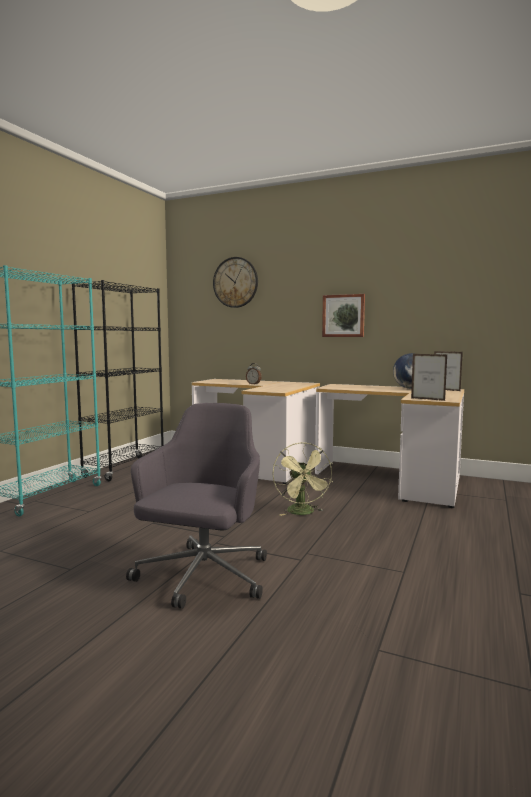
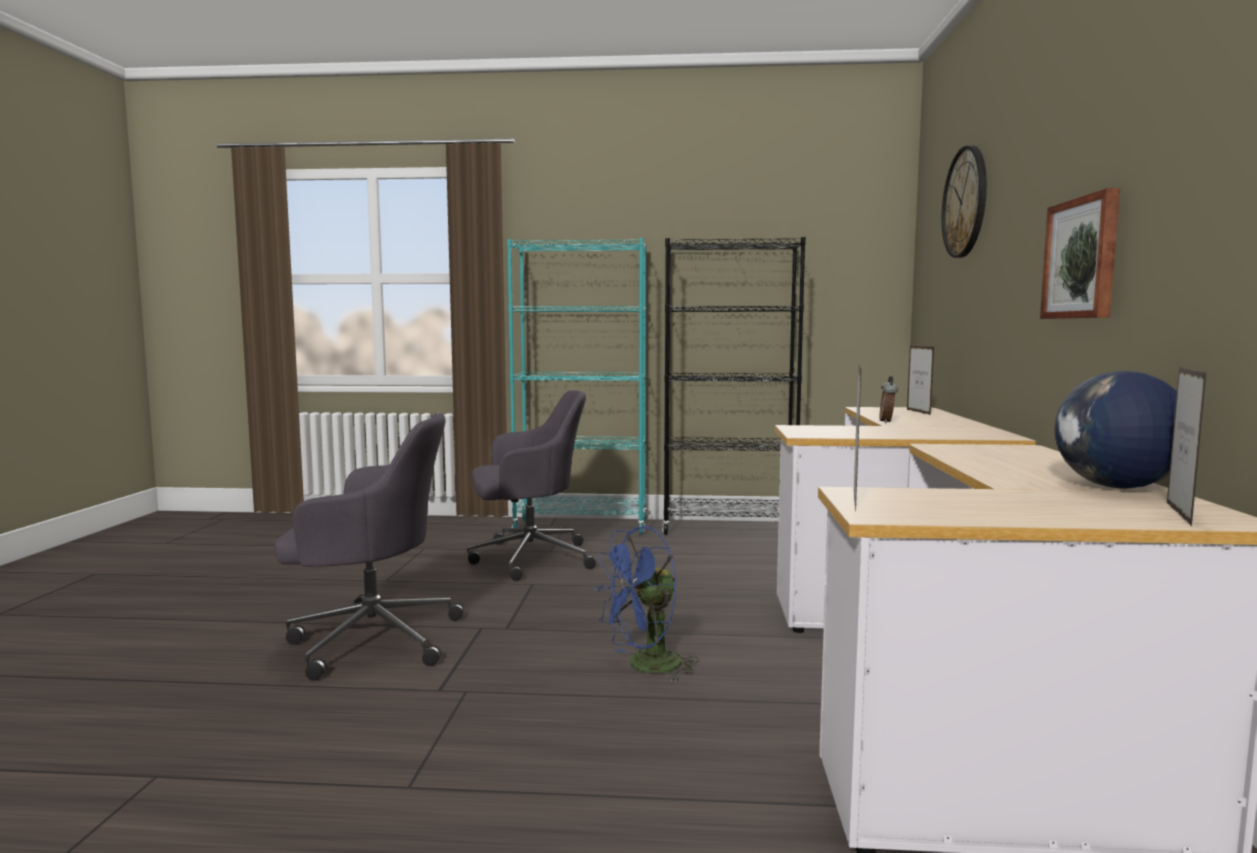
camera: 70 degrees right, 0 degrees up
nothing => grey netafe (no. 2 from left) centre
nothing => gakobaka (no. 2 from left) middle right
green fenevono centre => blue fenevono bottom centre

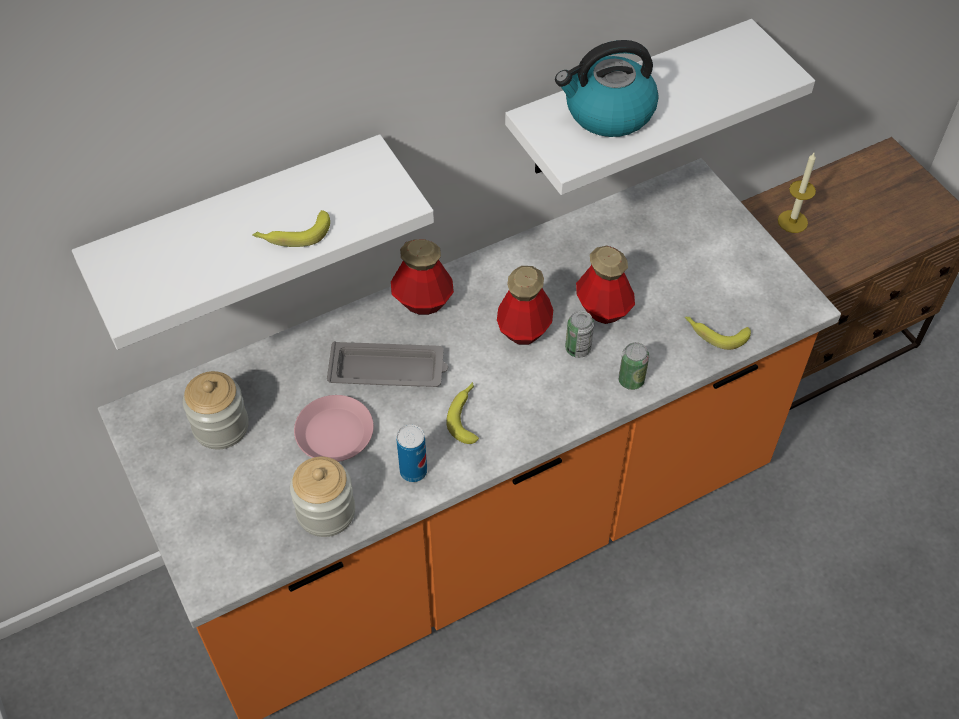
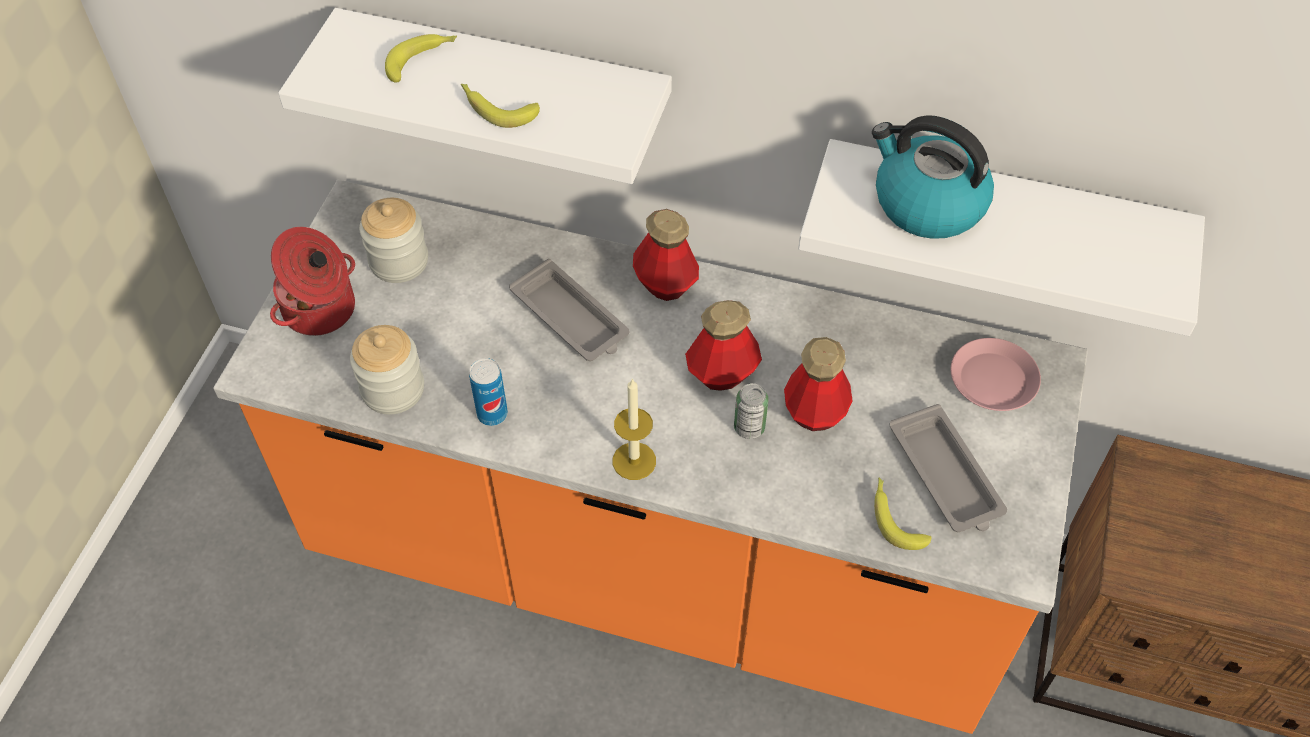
camera: 45 degrees right, 0 degrees up
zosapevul (no. 3 from left) centre => nothing
nothing => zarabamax middle left
nothing => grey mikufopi (no. 2 from left) middle right
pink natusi centre => pink natusi middle right, shifted
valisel (no. 2 from left in the first image) centre => valisel (no. 1 from left) top left, shifted
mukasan top right => mukasan centre, shifted

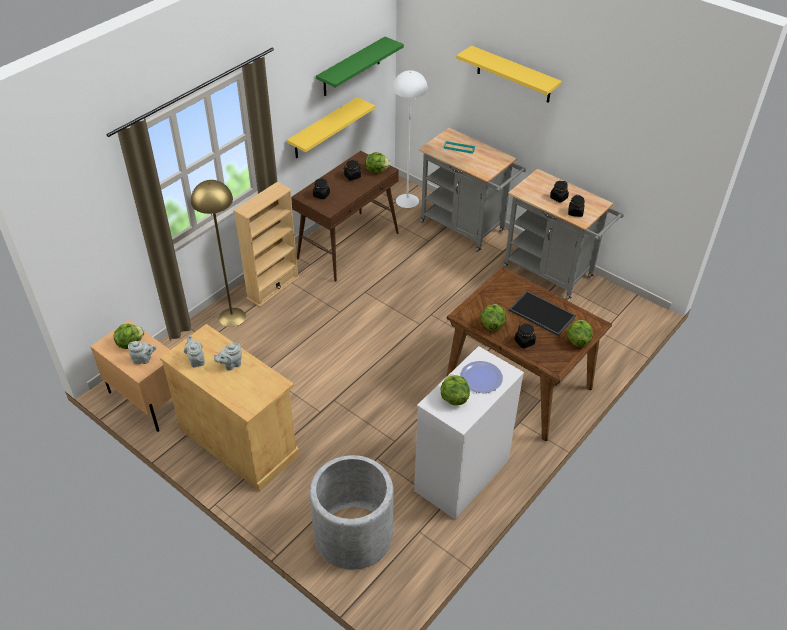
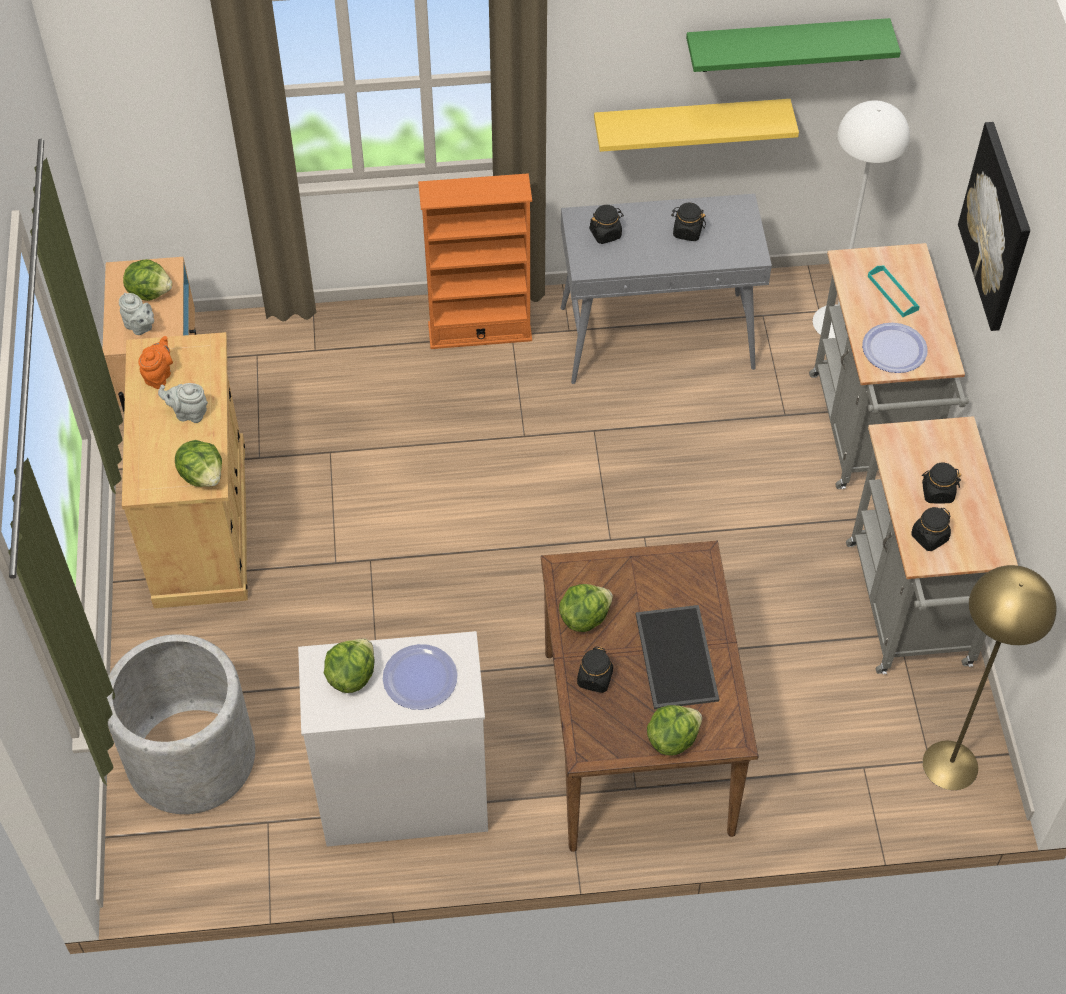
camera: 45 degrees right, 10 degrees up
nothing => natusi (no. 2 from left) middle right
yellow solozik middle left => yellow solozik bottom right, shifted
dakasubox (no. 2 from left) top centre => dakasubox (no. 2 from left) middle left, shifted
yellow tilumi (no. 2 from left) top centre => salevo top right
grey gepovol (no. 2 from left) middle left => orange gepovol middle left
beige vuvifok centre => orange vuvifok top centre
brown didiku centre => grey didiku top centre

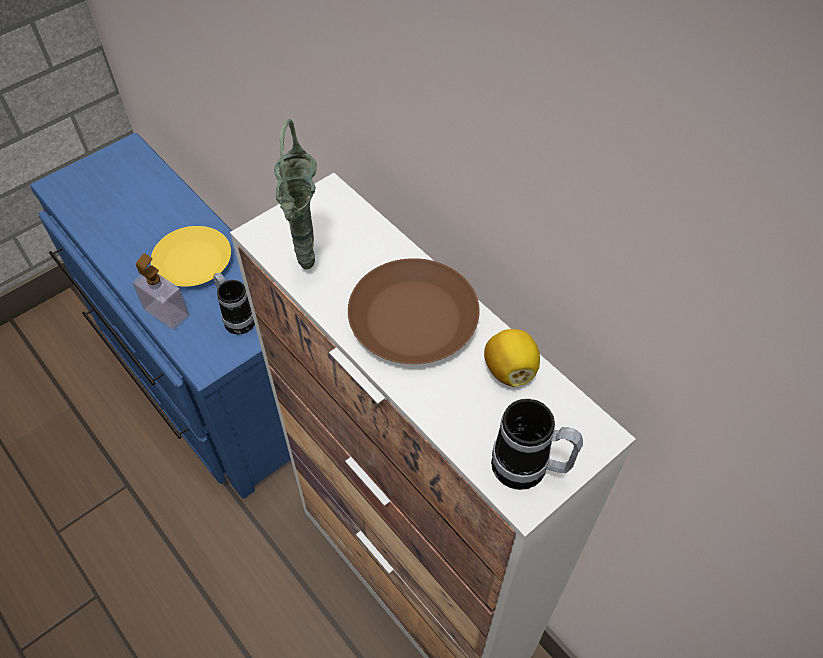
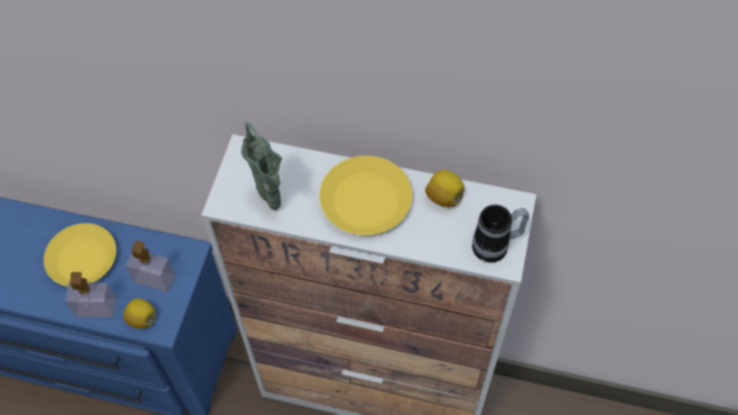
camera: 35 degrees left, 5 degrees up
nothing => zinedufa (no. 1 from left) bottom left
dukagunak (no. 1 from left) middle left => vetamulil (no. 2 from left) middle left
brown natusi centre => yellow natusi (no. 2 from left) centre

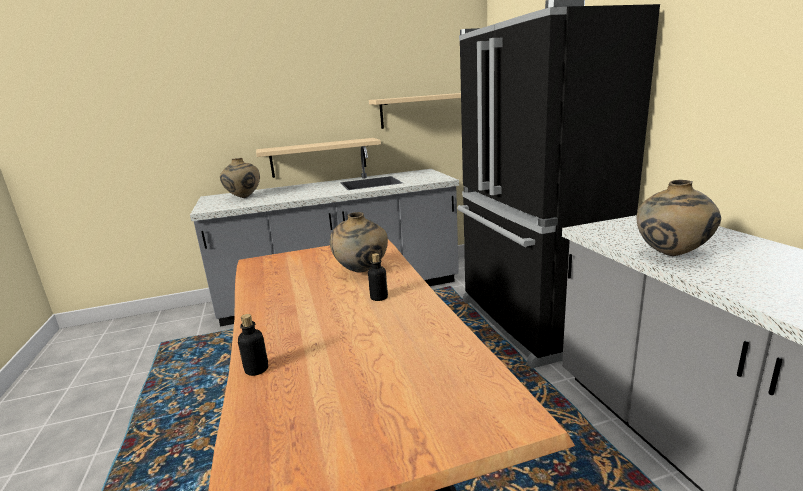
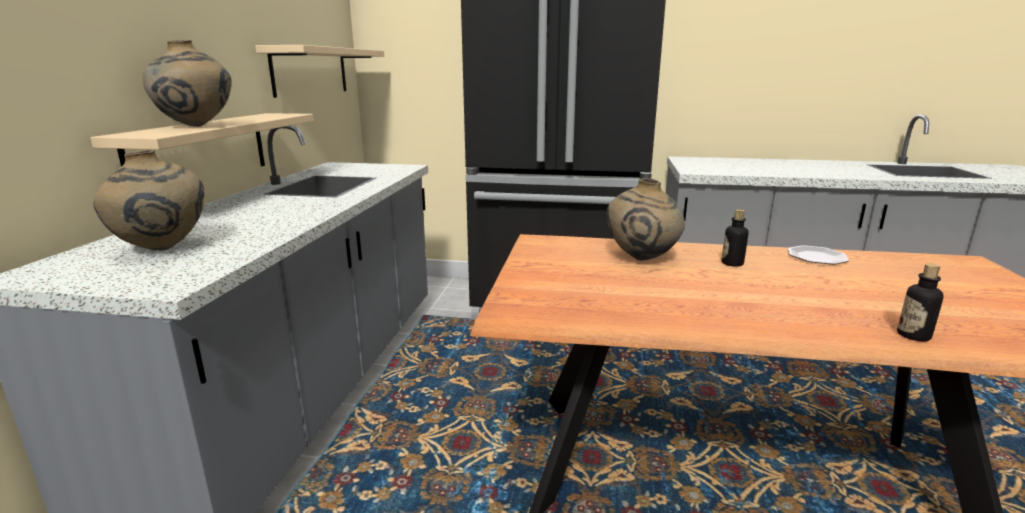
camera: 65 degrees left, 0 degrees up
nothing => natusi middle right
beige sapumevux (no. 3 from left in the first image) middle right => beige sapumevux (no. 2 from left) top left, shifted

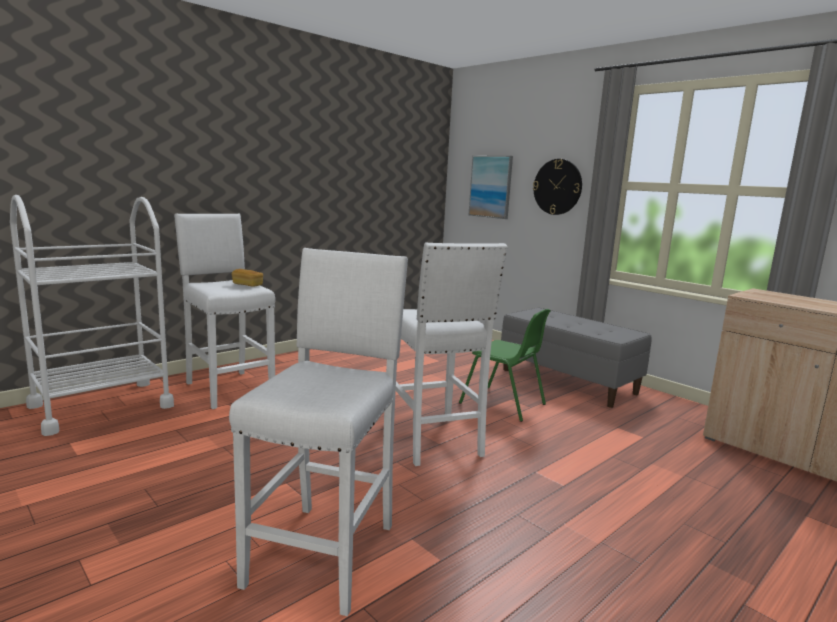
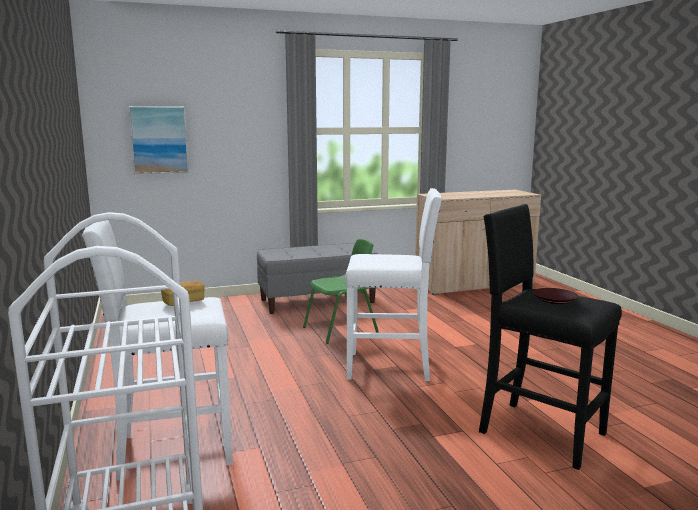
camera: 65 degrees left, 0 degrees up
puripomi top centre => nothing
nothing => brown natusi middle right
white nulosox (no. 2 from left) bottom centre => black nulosox middle right

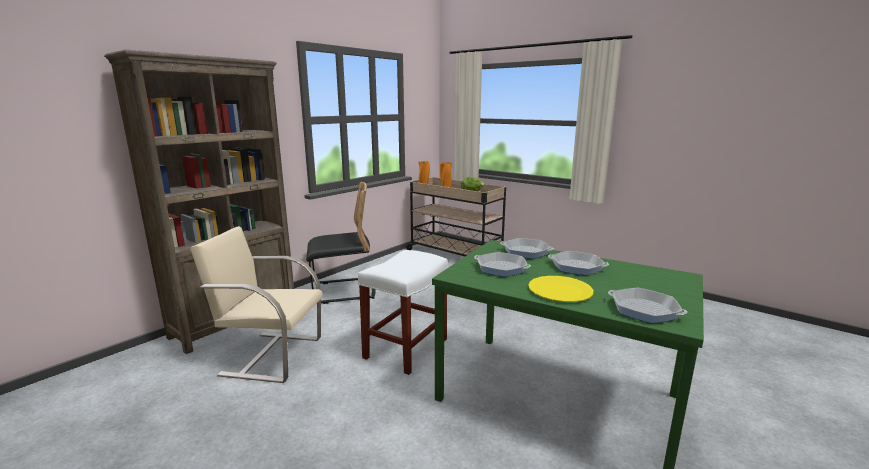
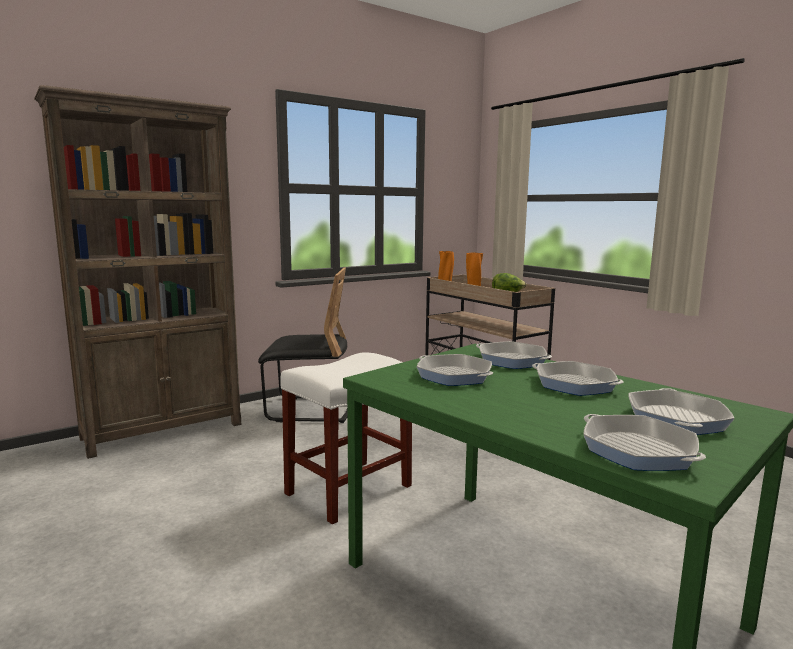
camera: 15 degrees right, 5 degrees down
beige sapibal middle left => nothing
yellow natusi centre => nothing
nothing => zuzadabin (no. 5 from left) middle right

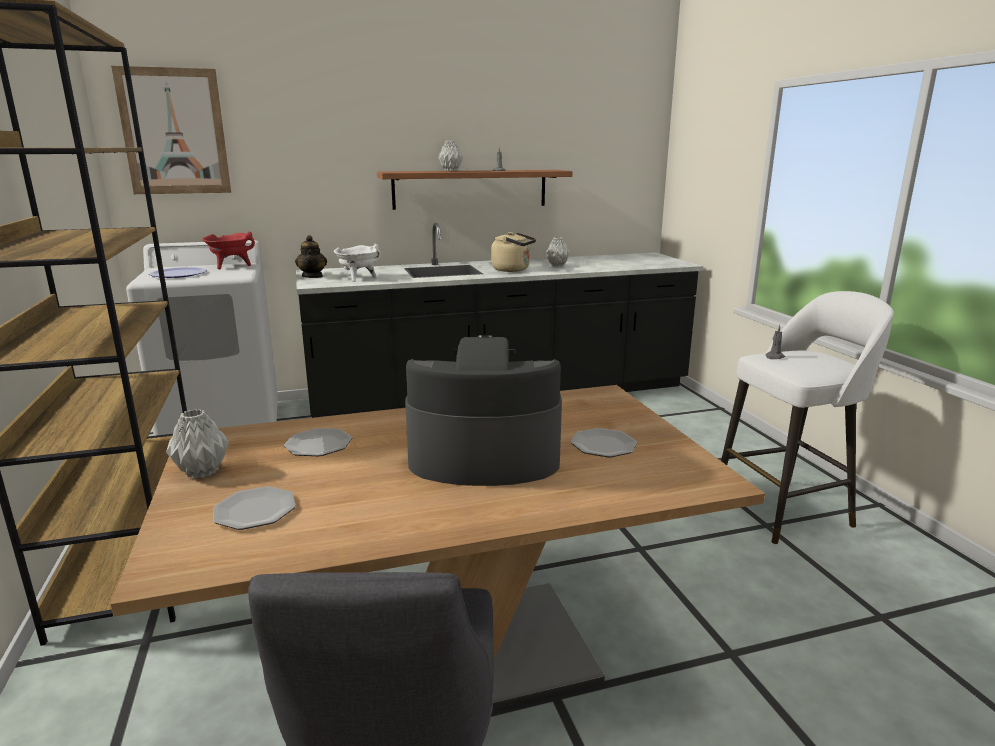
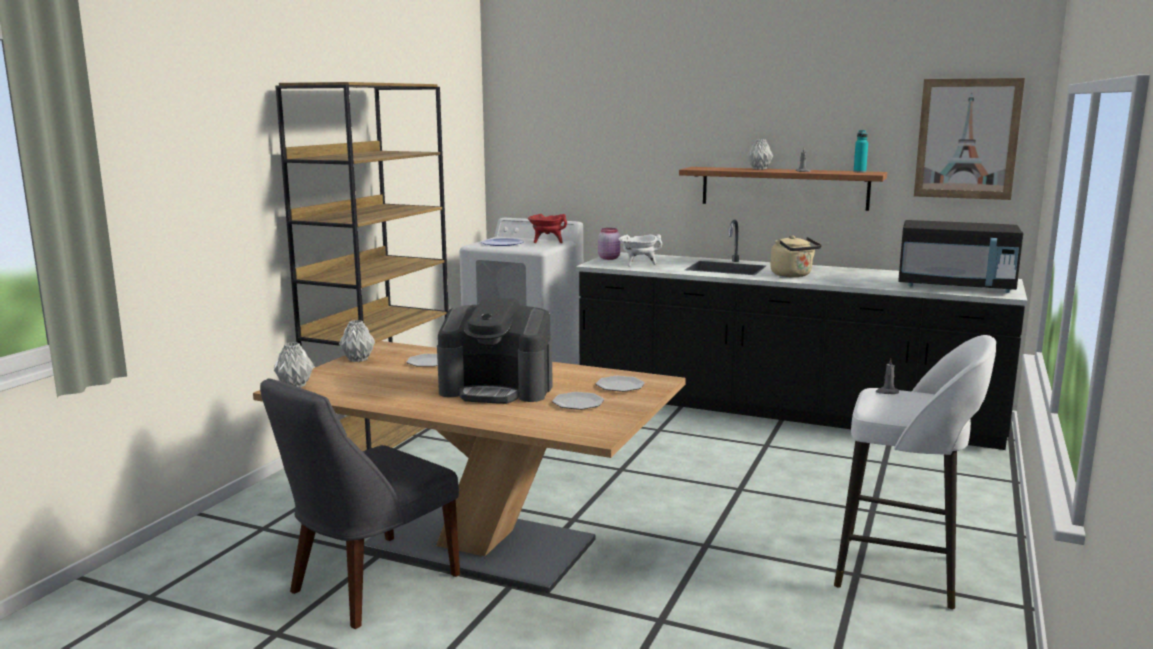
camera: 40 degrees right, 5 degrees down
nothing => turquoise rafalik top right
nothing => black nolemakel middle right
salevo top left => salevo top right, shifted
natusi (no. 2 from left in the first image) bottom left => natusi (no. 4 from left) centre, shifted
grey sapumevux (no. 3 from left in the first image) centre => grey sapumevux (no. 1 from left) middle left, shifted
gepovol middle left => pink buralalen centre
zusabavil centre, 150 degrees clockwise

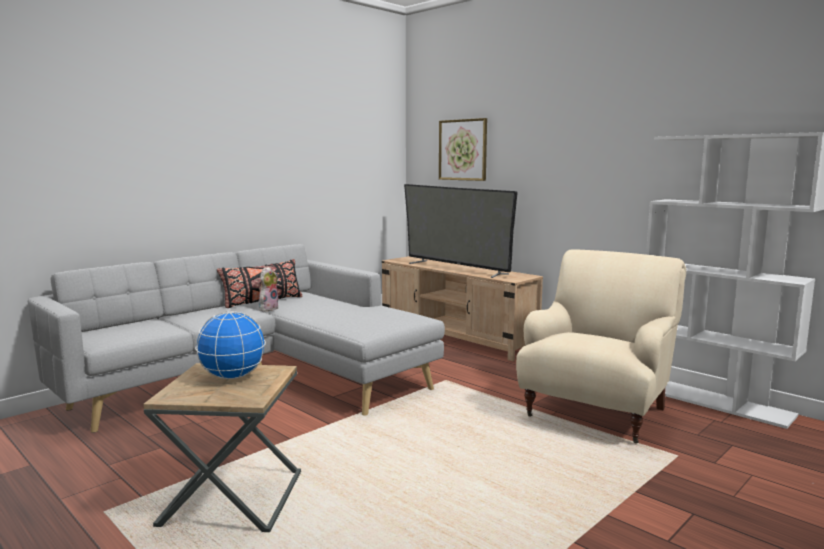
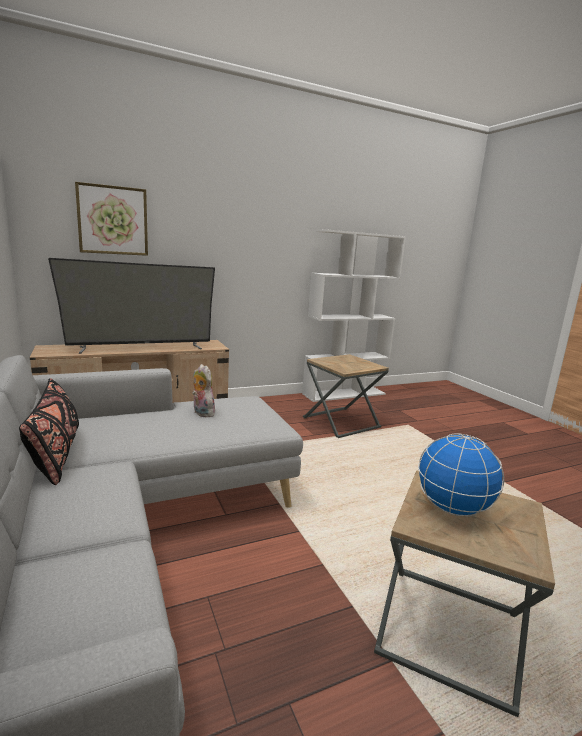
camera: 70 degrees left, 5 degrees up
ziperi middle left => ziperi centre, shifted
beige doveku middle right => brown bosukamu (no. 1 from left) centre

